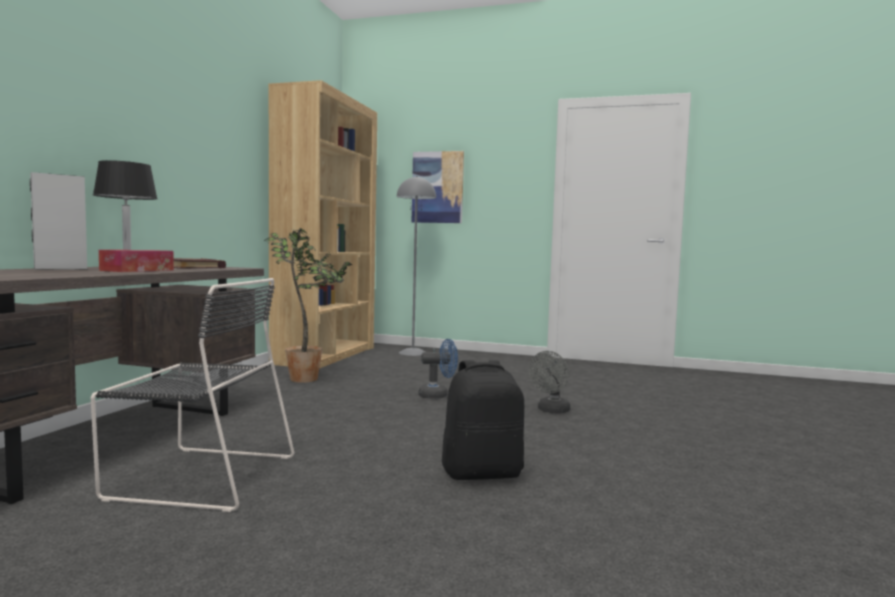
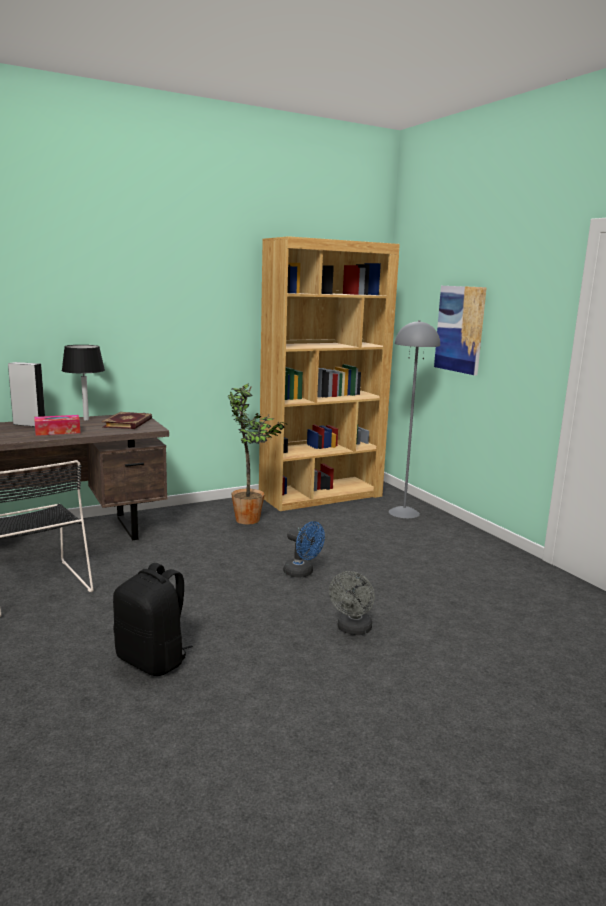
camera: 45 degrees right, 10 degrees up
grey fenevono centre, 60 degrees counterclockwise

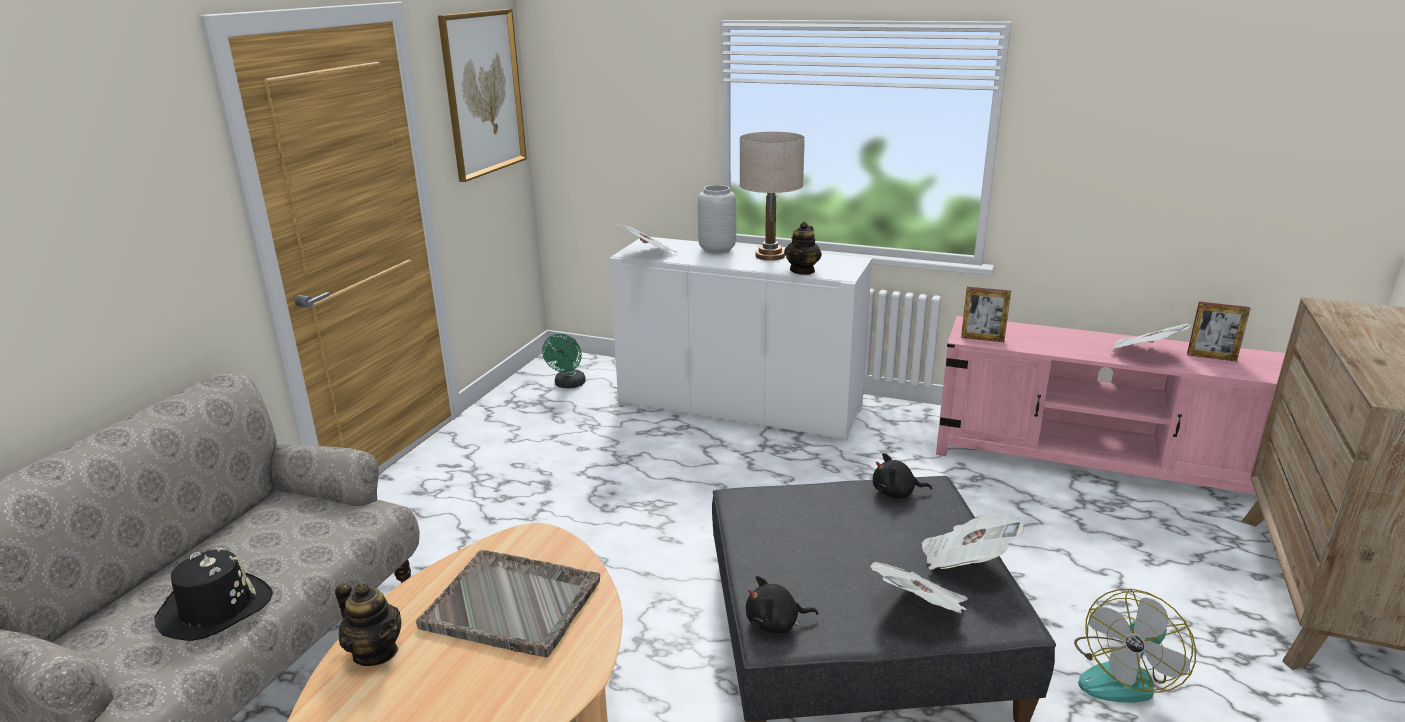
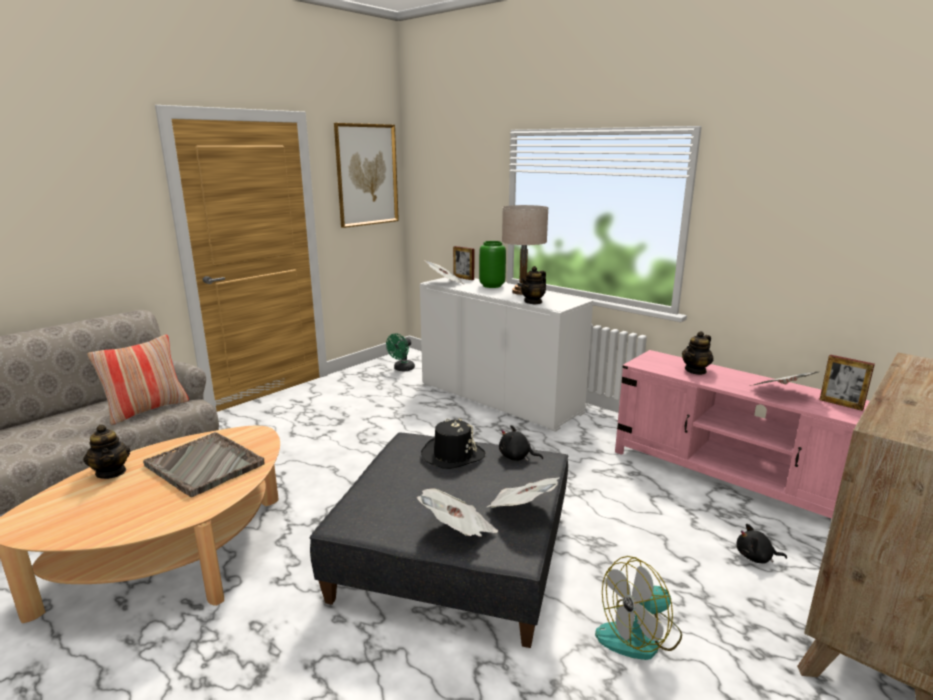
camera: 20 degrees right, 5 degrees down
nothing => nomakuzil middle left
nothing => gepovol (no. 3 from left) middle right
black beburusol bottom left => black beburusol centre, shifted
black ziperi (no. 1 from left in the first image) bottom centre => black ziperi (no. 2 from left) bottom right, shifted
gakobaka (no. 1 from left) middle right => gakobaka (no. 1 from left) centre, shifted
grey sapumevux top centre => green sapumevux centre

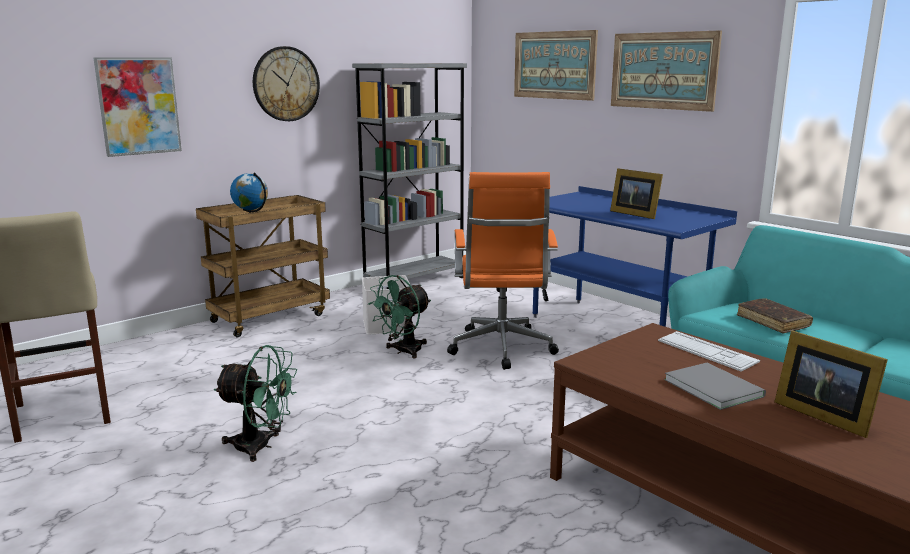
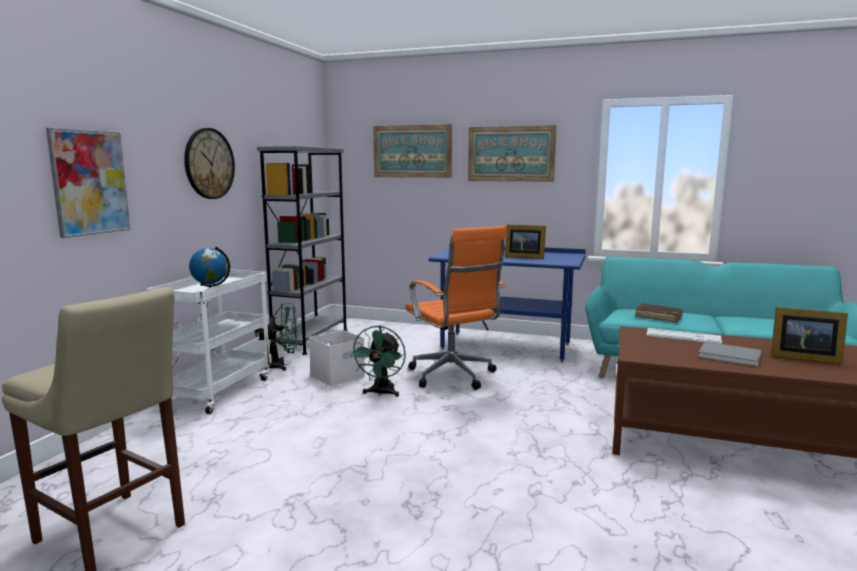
camera: 30 degrees left, 5 degrees down
green fenevono (no. 1 from left) bottom left => green fenevono (no. 1 from left) middle left, shifted
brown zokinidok middle left => white zokinidok middle left

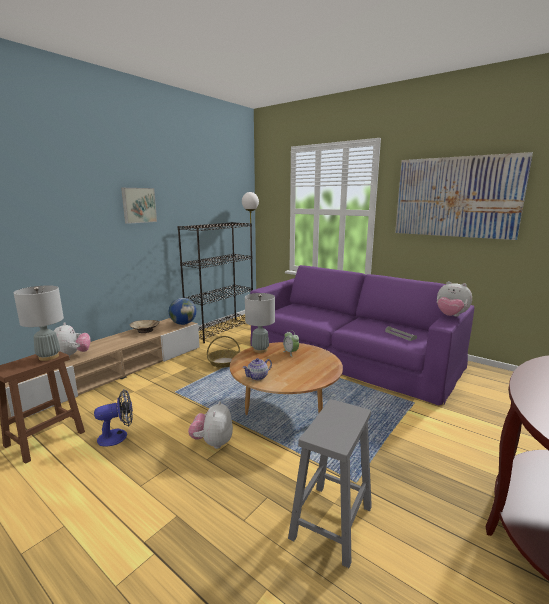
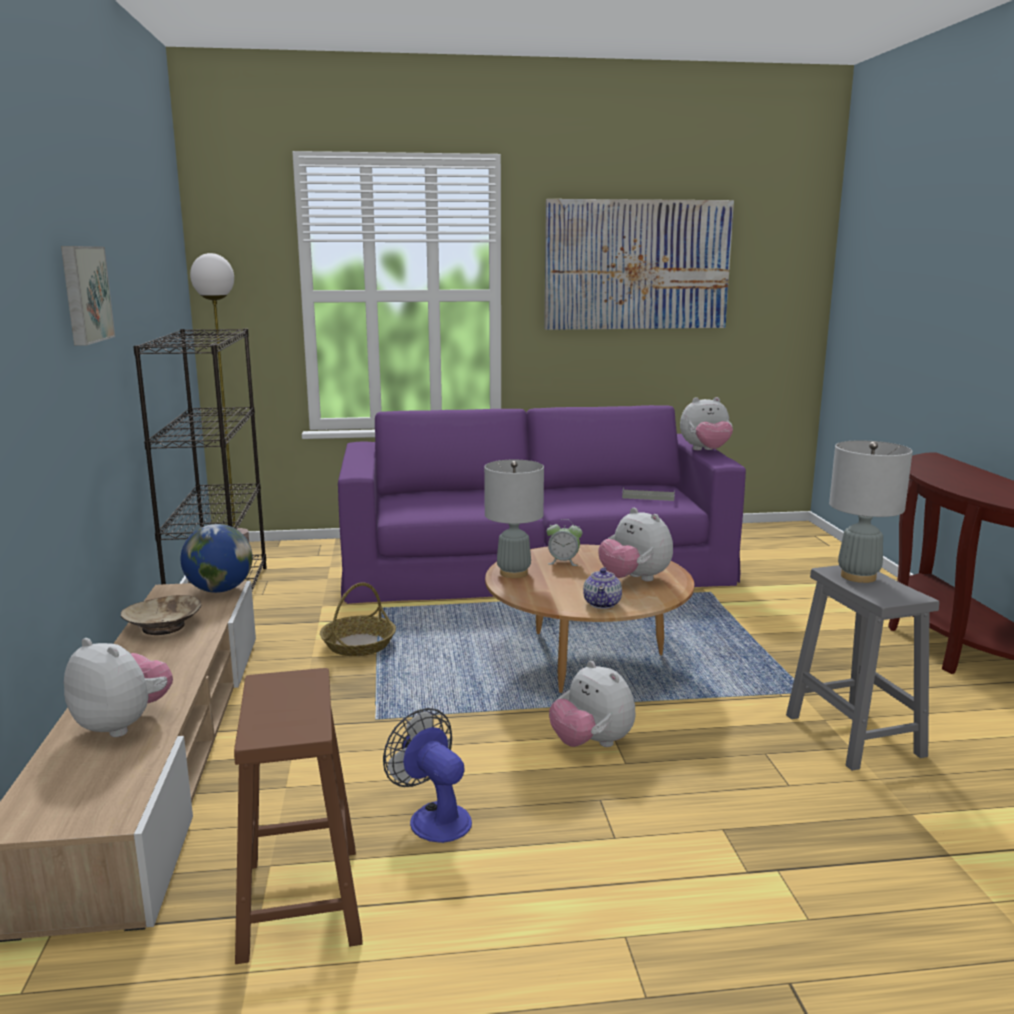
camera: 45 degrees left, 0 degrees up
nothing => ziperi (no. 3 from left) centre
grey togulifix (no. 1 from left in the first image) middle left => grey togulifix (no. 2 from left) middle right, shifted
fenevono bottom left => fenevono bottom centre, 60 degrees counterclockwise

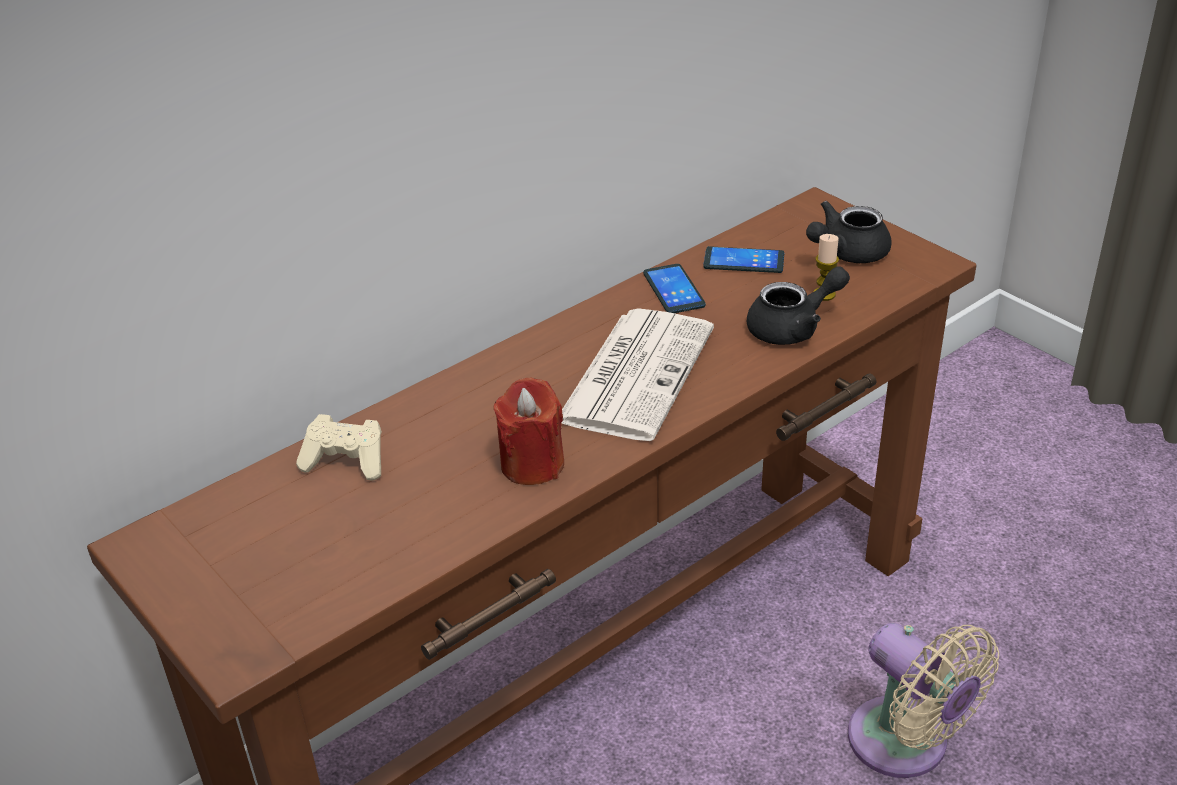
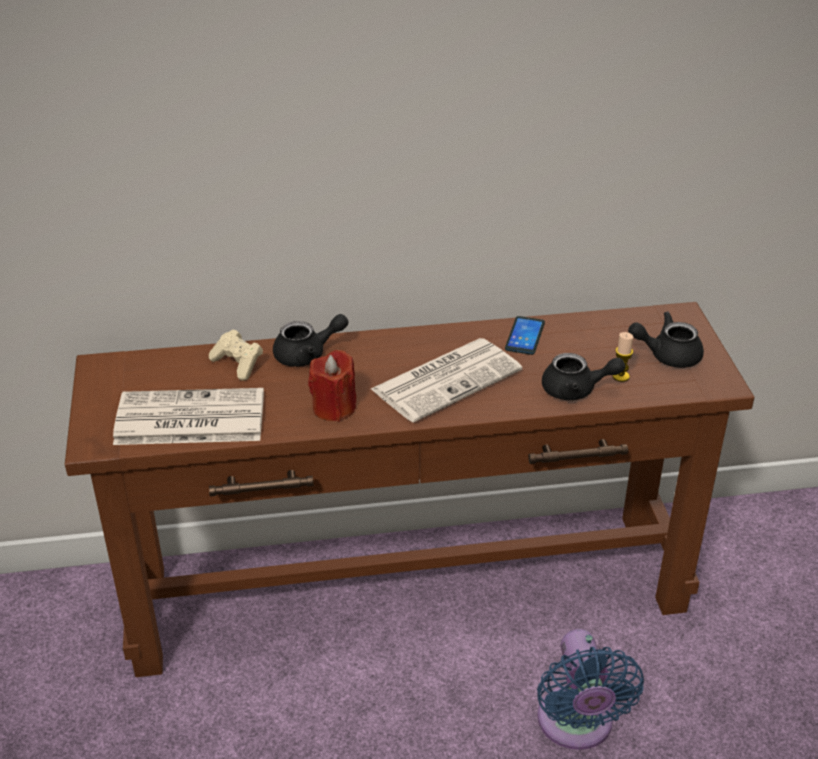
camera: 30 degrees right, 0 degrees up
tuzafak (no. 2 from left) top centre => nothing
nothing => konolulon (no. 1 from left) middle left
nothing => black gepovol (no. 1 from left) centre
beige fenevono bottom right => blue fenevono bottom right

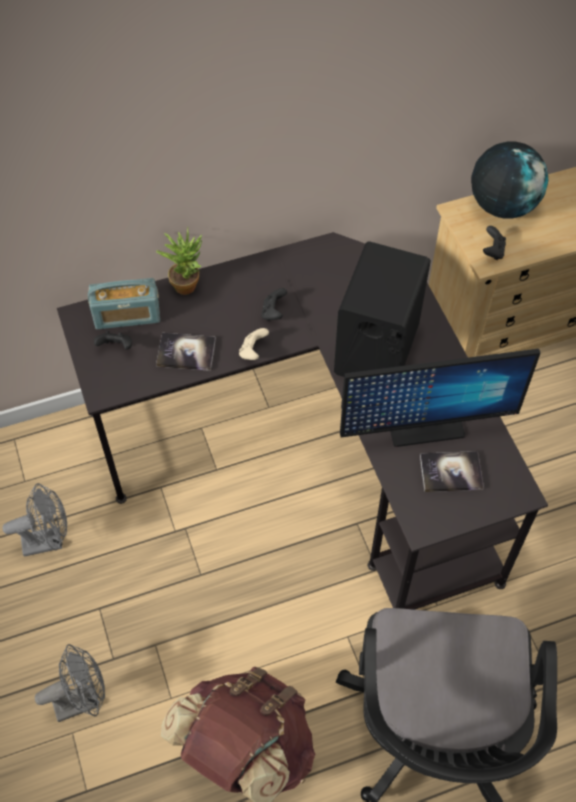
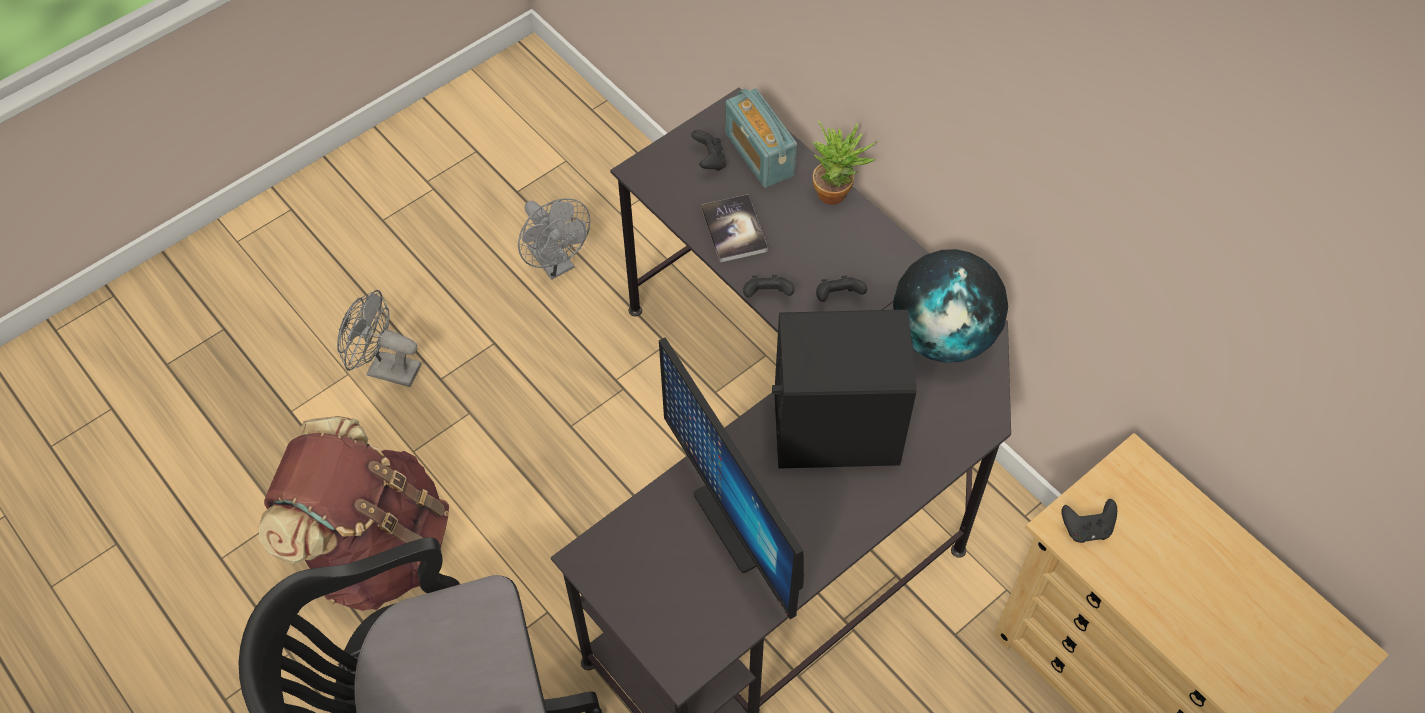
camera: 70 degrees right, 0 degrees up
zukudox (no. 2 from left) middle right => nothing
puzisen top right => puzisen middle right, shifted
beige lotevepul centre => black lotevepul (no. 2 from left) centre
grey fenevono (no. 2 from left in the first image) bottom left => grey fenevono (no. 1 from left) middle left, 150 degrees clockwise

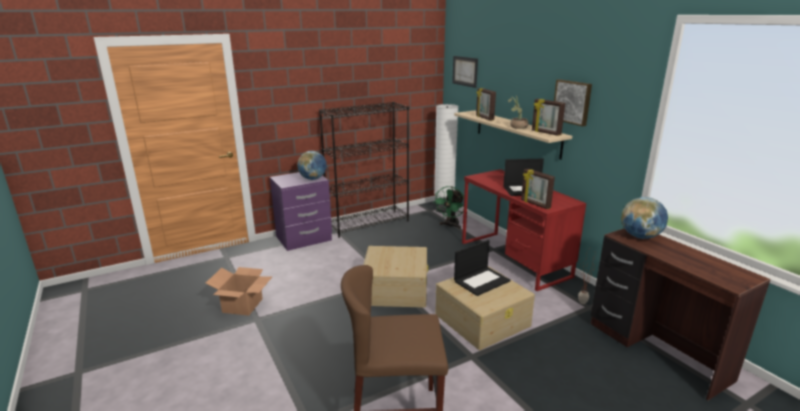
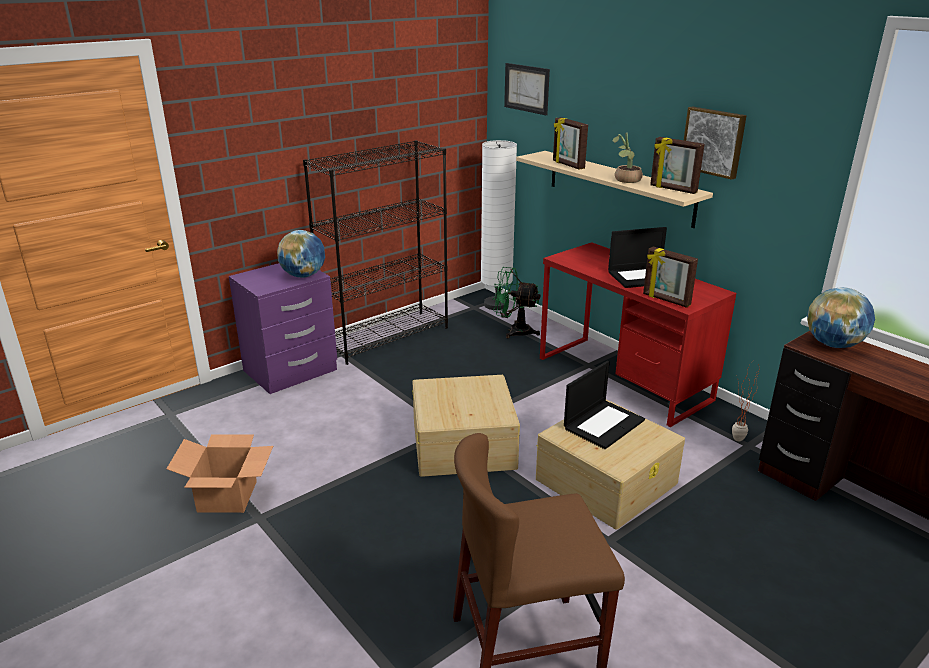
camera: 10 degrees left, 5 degrees up
green fenevono centre, 90 degrees clockwise

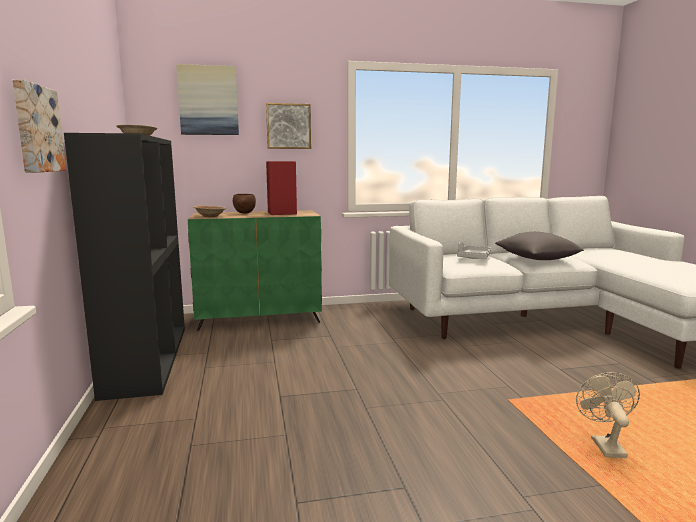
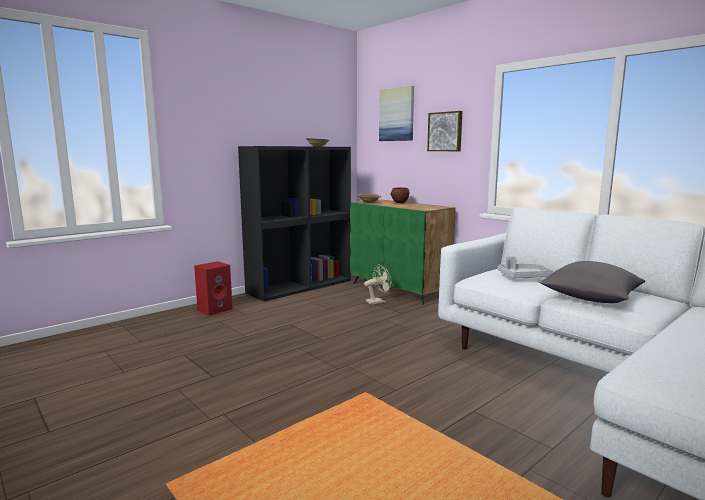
camera: 60 degrees right, 0 degrees up
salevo (no. 1 from left) top left => nothing
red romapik centre => red romapik middle left, shifted
beige fenevono bottom right => beige fenevono centre, shifted

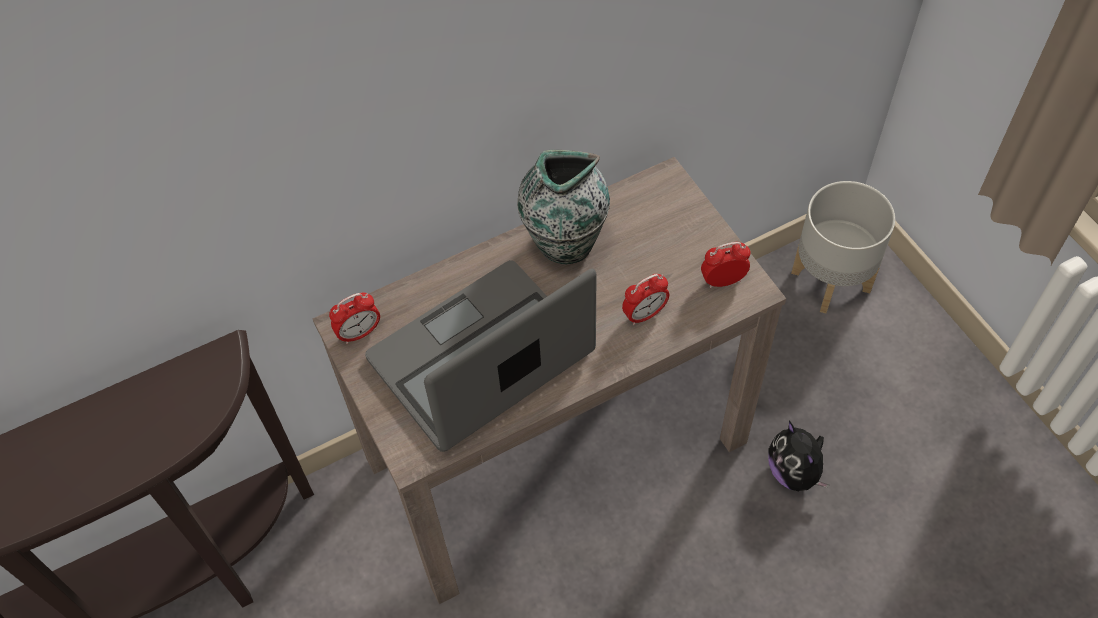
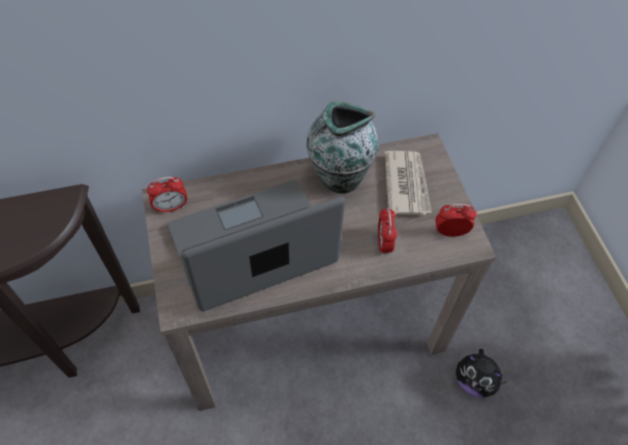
camera: 10 degrees right, 0 degrees up
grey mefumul middle right => nothing
nothing => konolulon centre
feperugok (no. 2 from left) centre, 105 degrees clockwise
ziperi bottom right, 45 degrees counterclockwise

